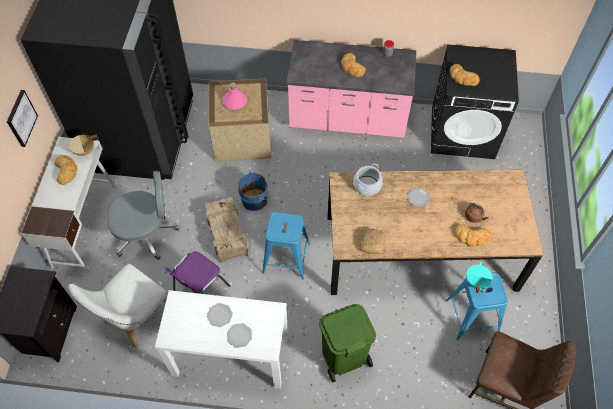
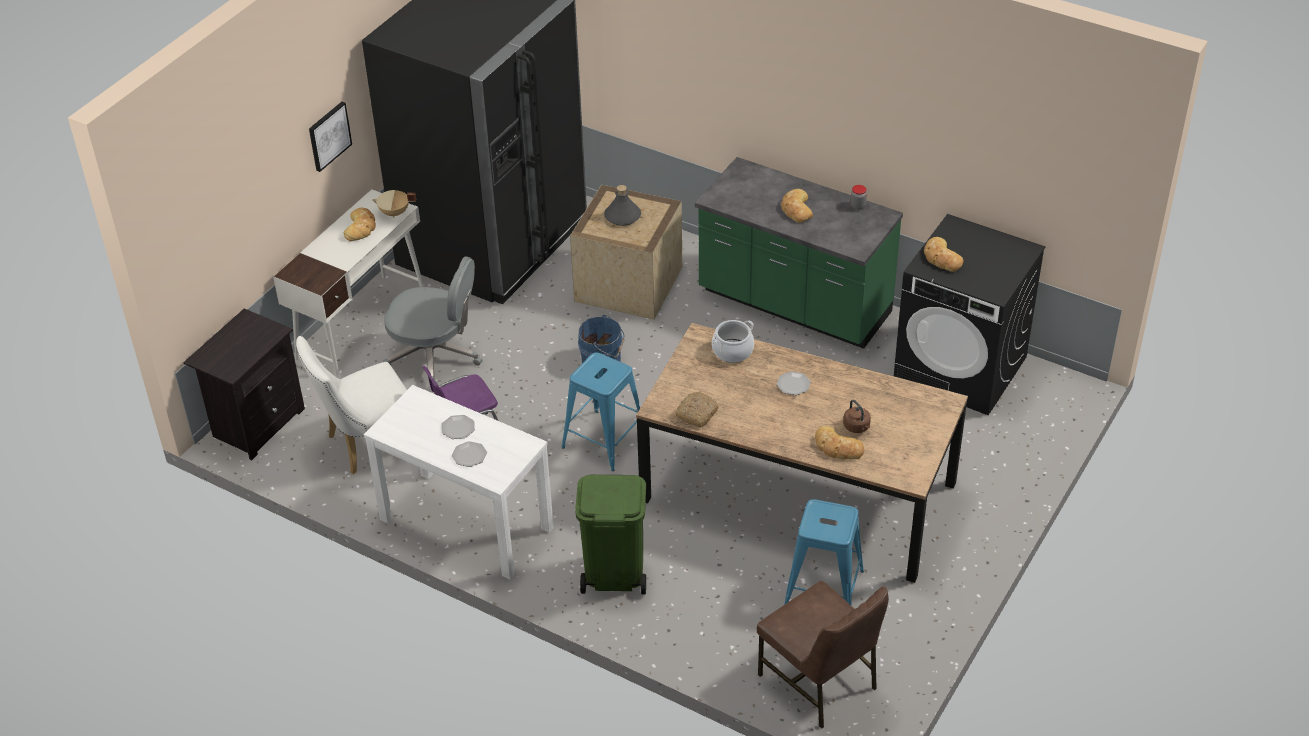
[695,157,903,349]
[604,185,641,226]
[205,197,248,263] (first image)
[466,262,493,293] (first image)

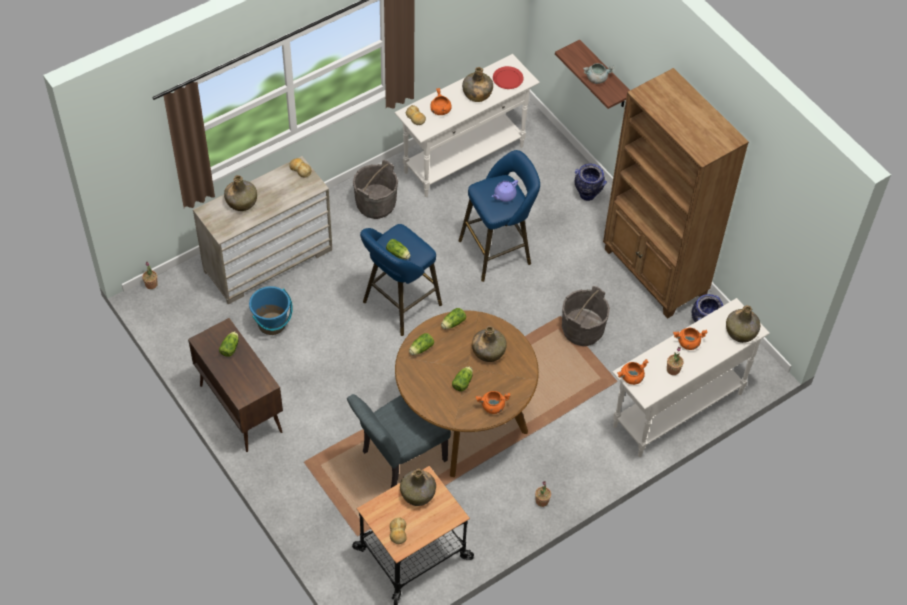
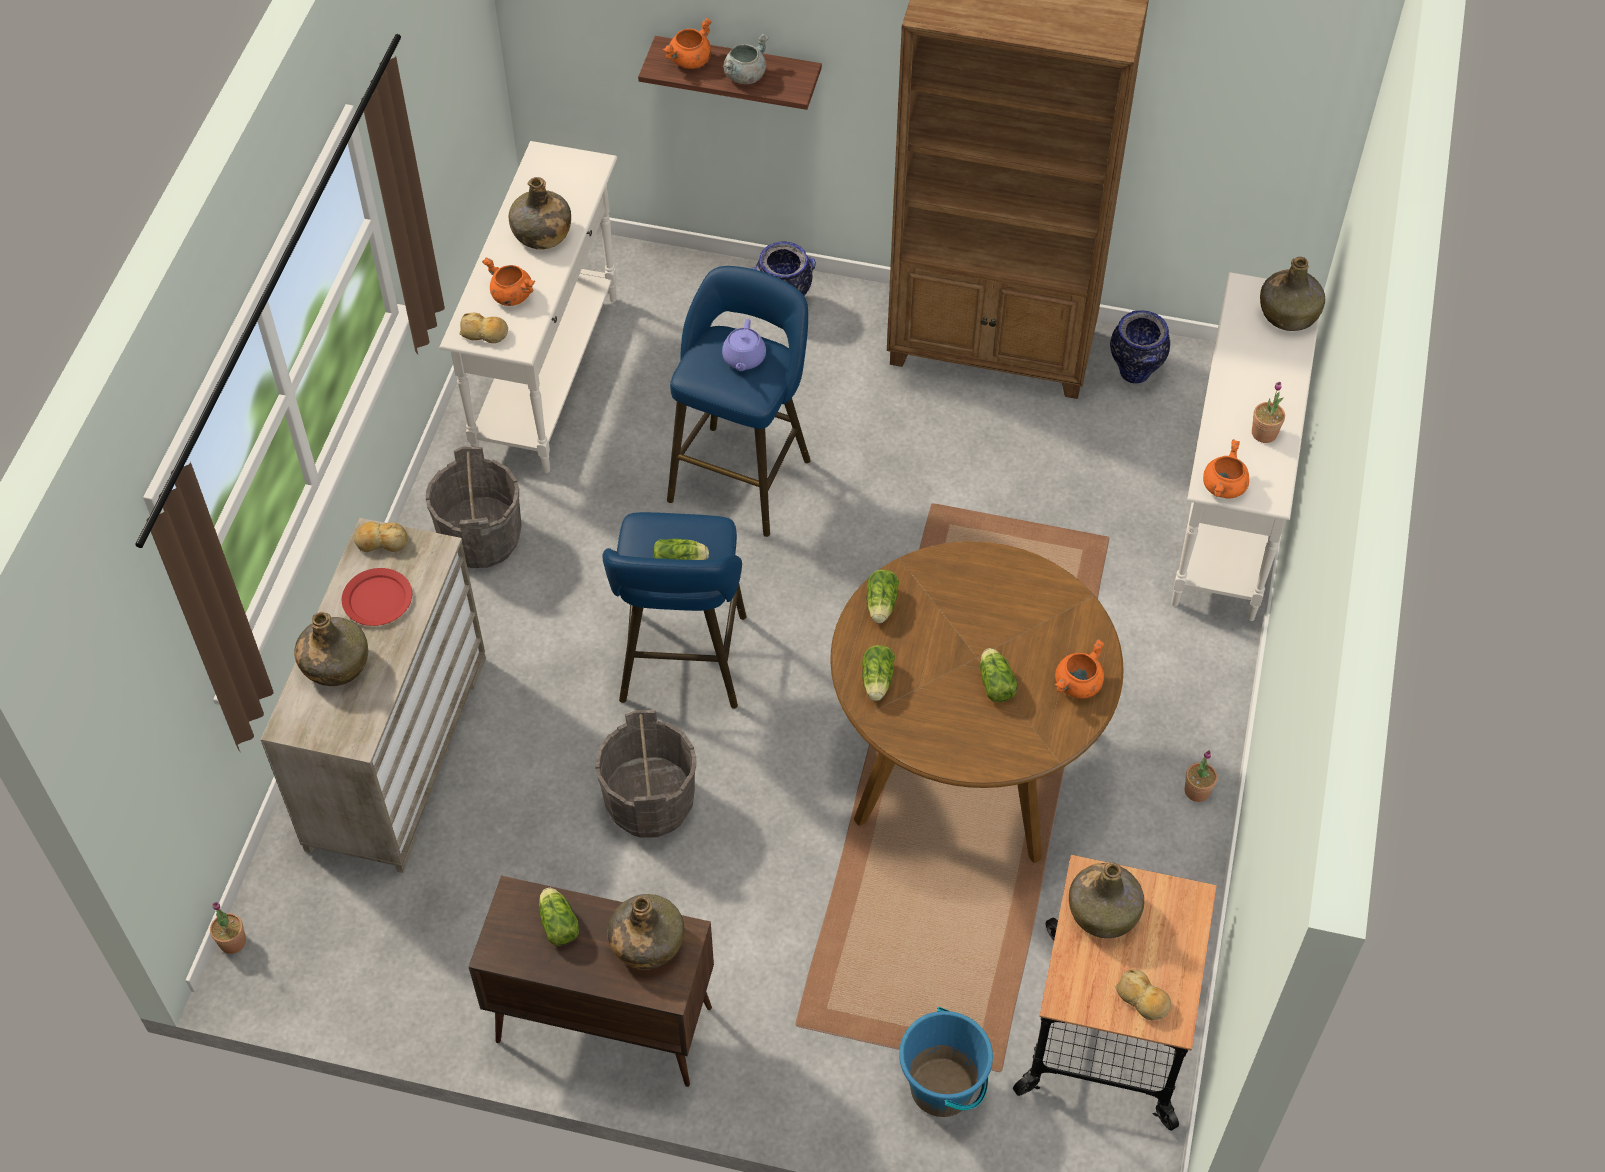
[342,568,412,626]
[899,1007,993,1117]
[595,710,696,838]
[607,894,684,969]
[662,18,712,69]
[347,394,451,488] (first image)

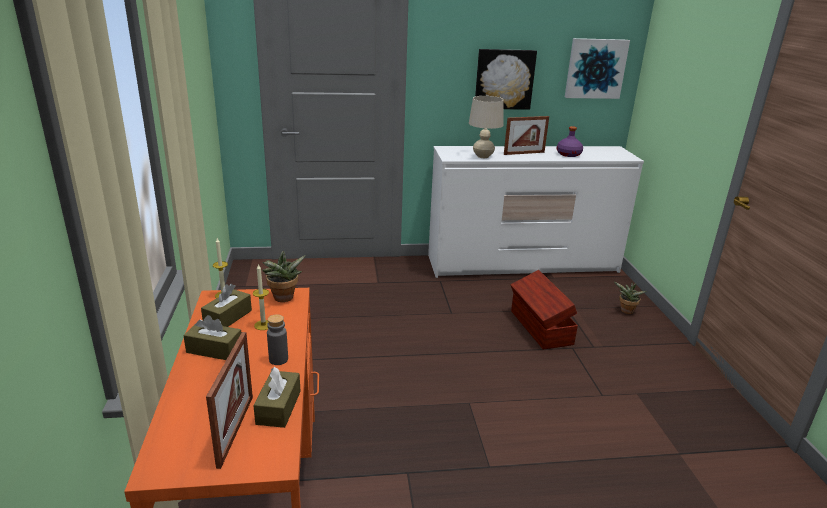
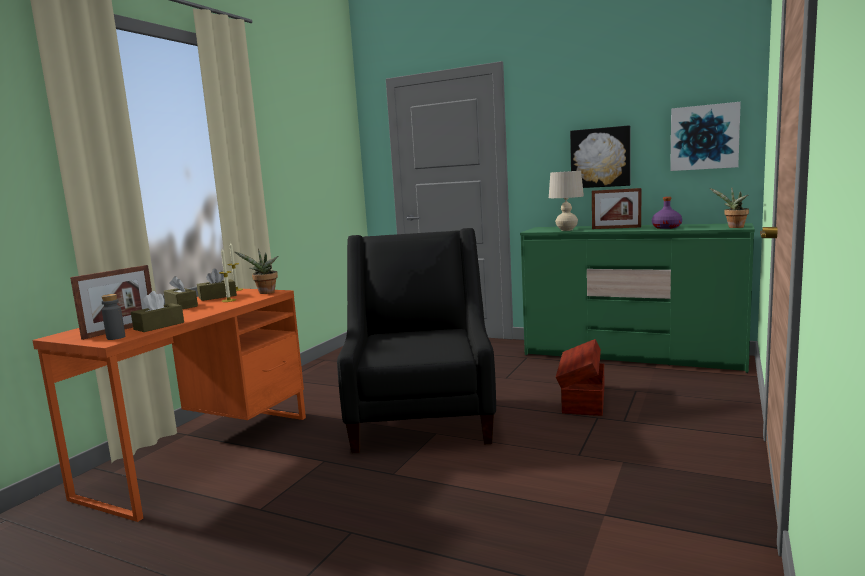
[520,223,755,373]
[710,188,749,228]
[101,294,125,340]
[337,228,496,453]

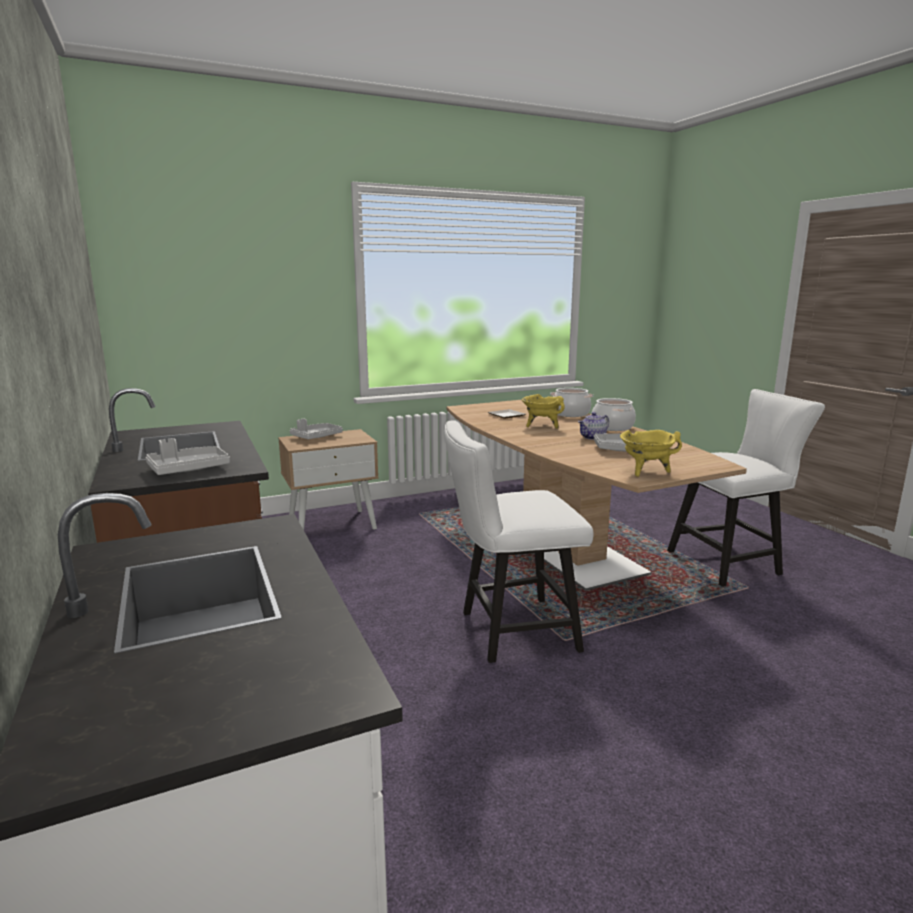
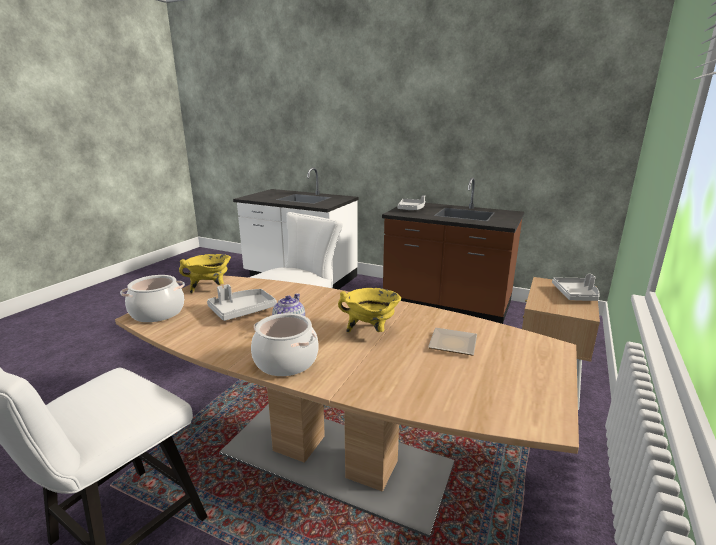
[120,275,185,322]

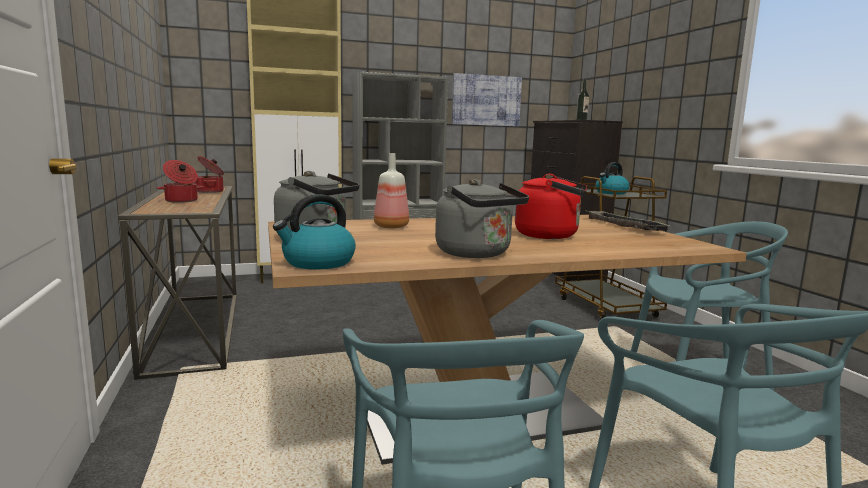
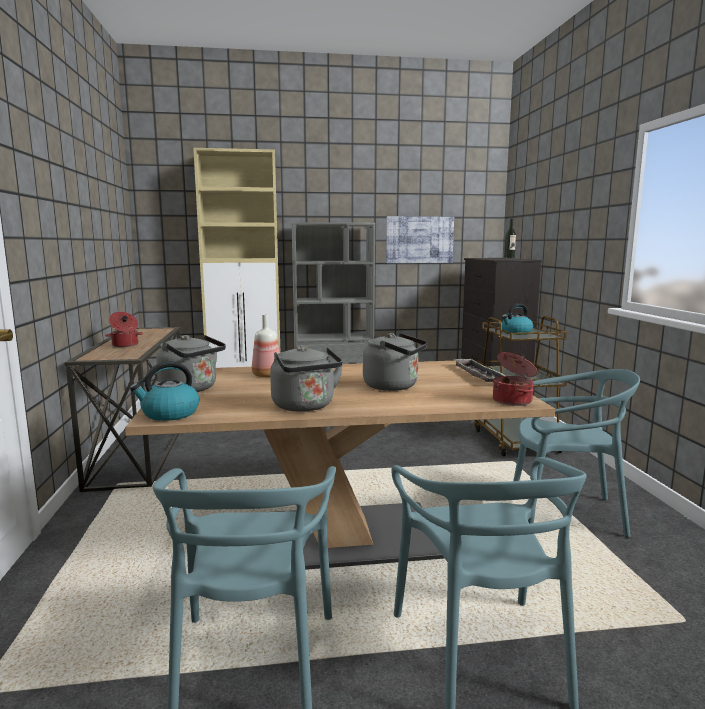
[493,352,538,406]
[363,333,428,391]

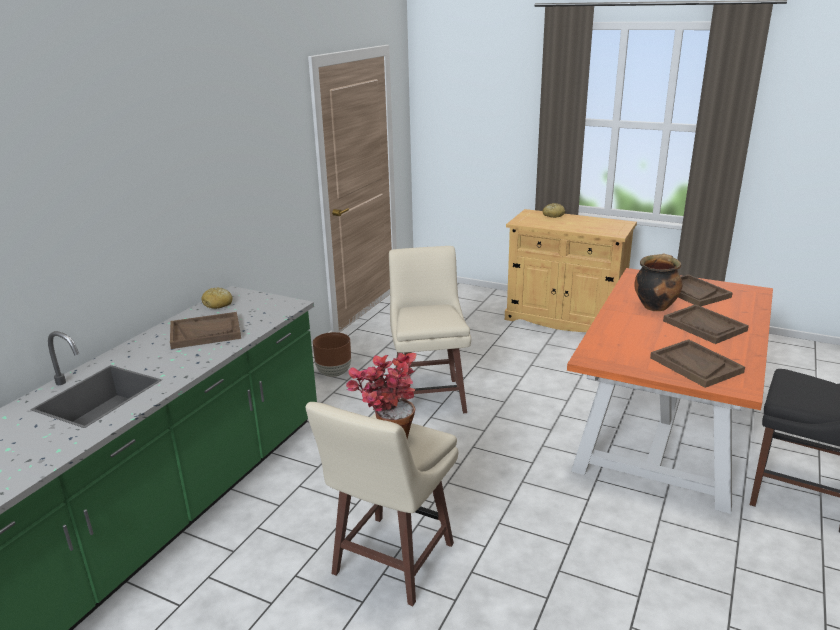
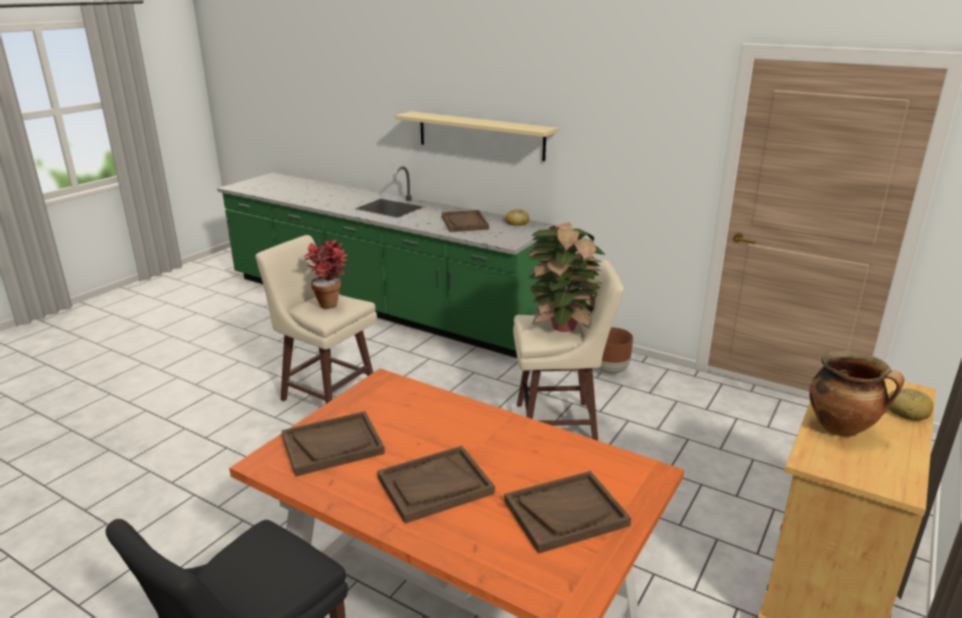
[809,350,904,437]
[395,111,558,161]
[527,222,605,332]

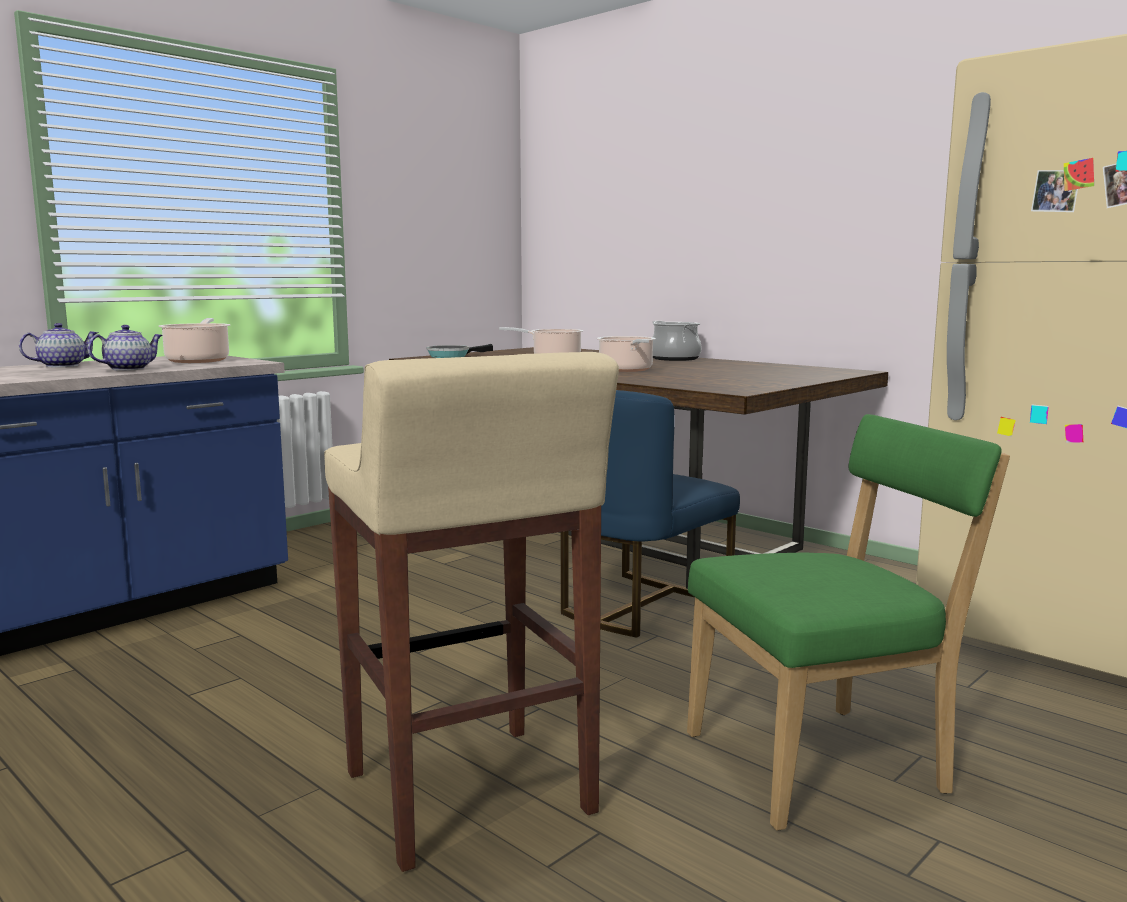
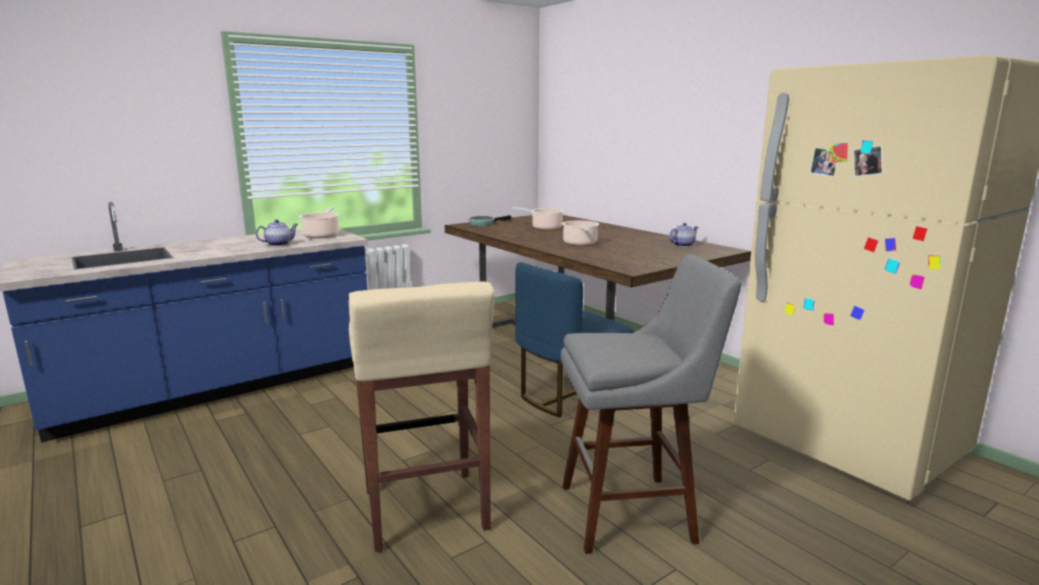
[653,321,702,361] (first image)
[669,223,698,247]
[561,254,742,554]

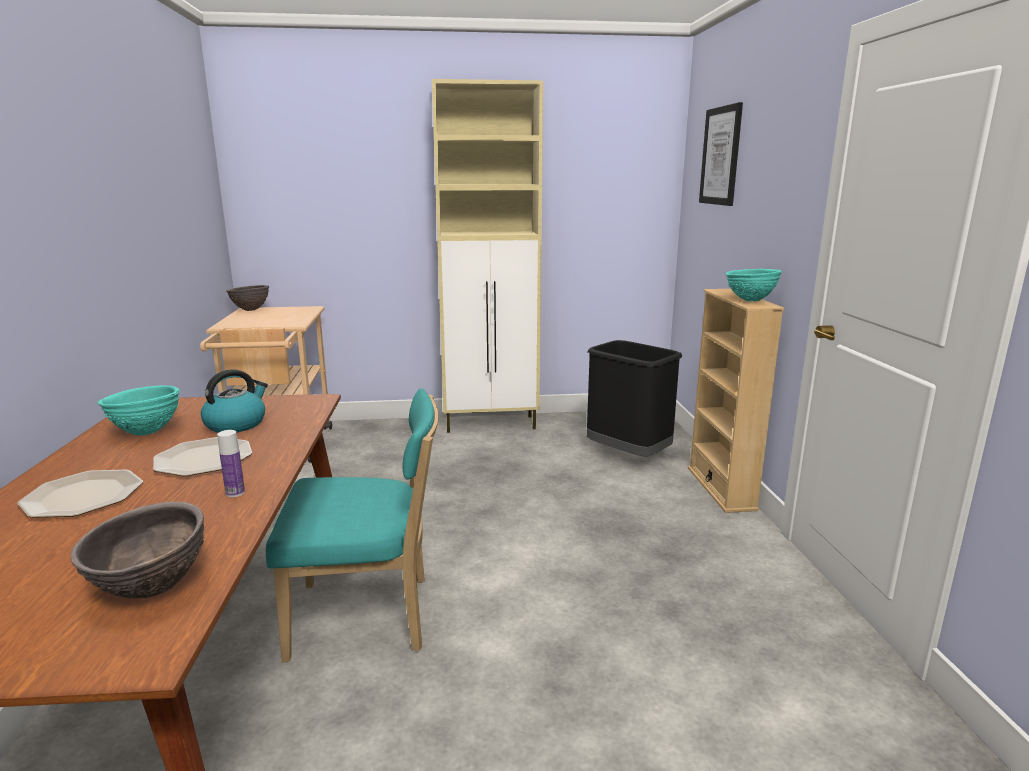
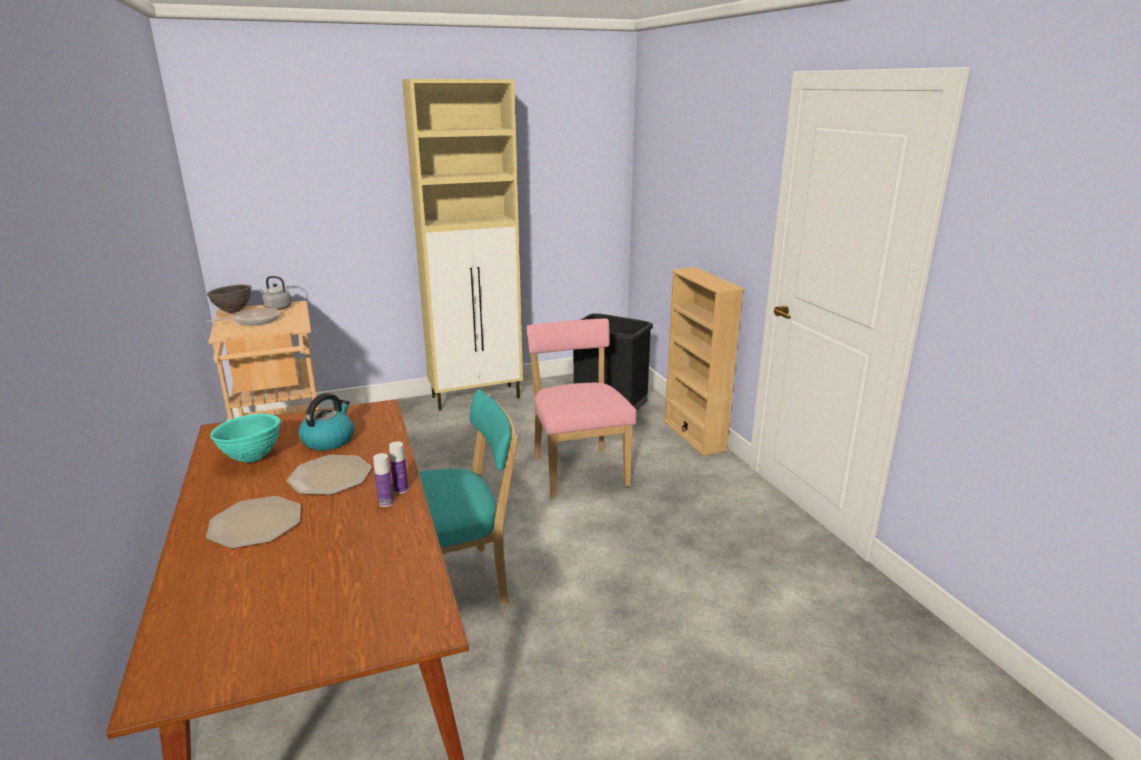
[699,102,743,206] (first image)
[725,269,782,302] (first image)
[71,502,204,598] (first image)
[259,276,292,310]
[207,308,280,326]
[527,319,637,498]
[389,441,408,494]

